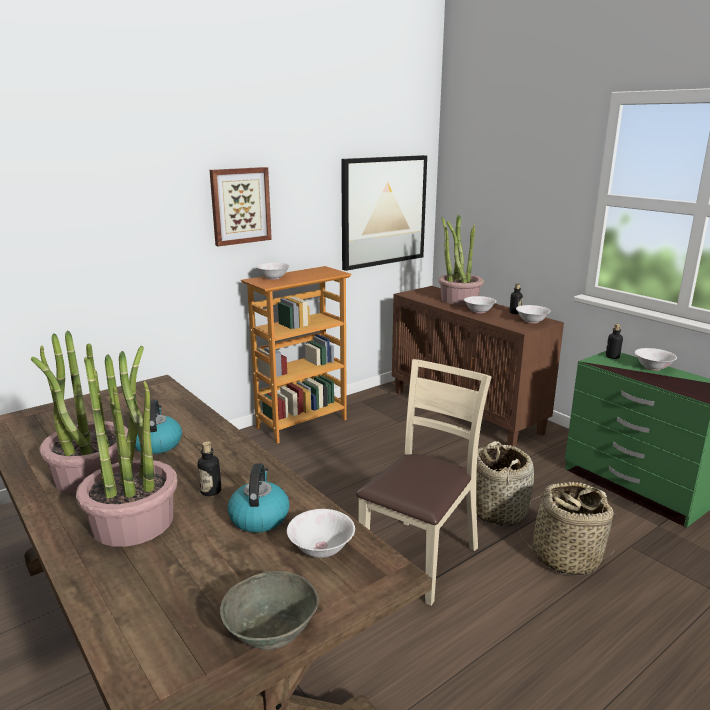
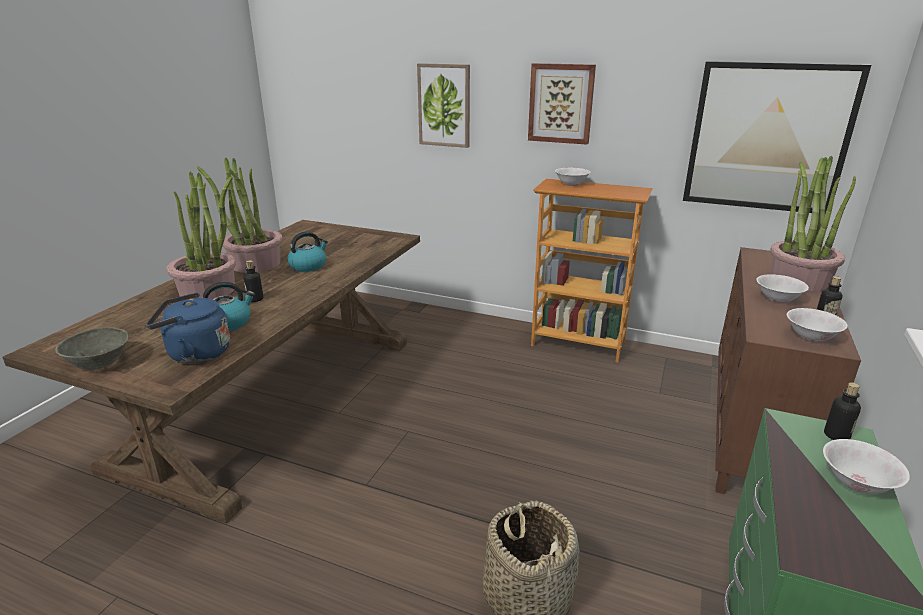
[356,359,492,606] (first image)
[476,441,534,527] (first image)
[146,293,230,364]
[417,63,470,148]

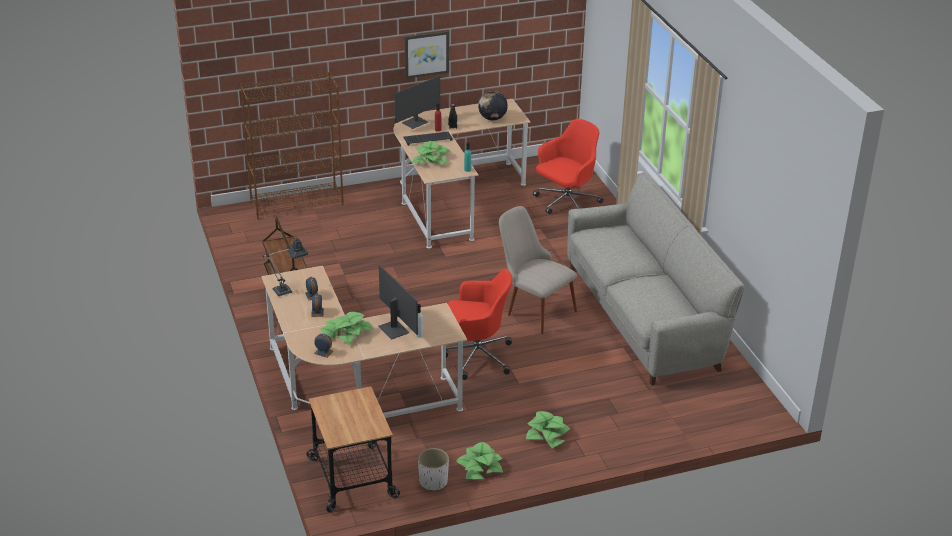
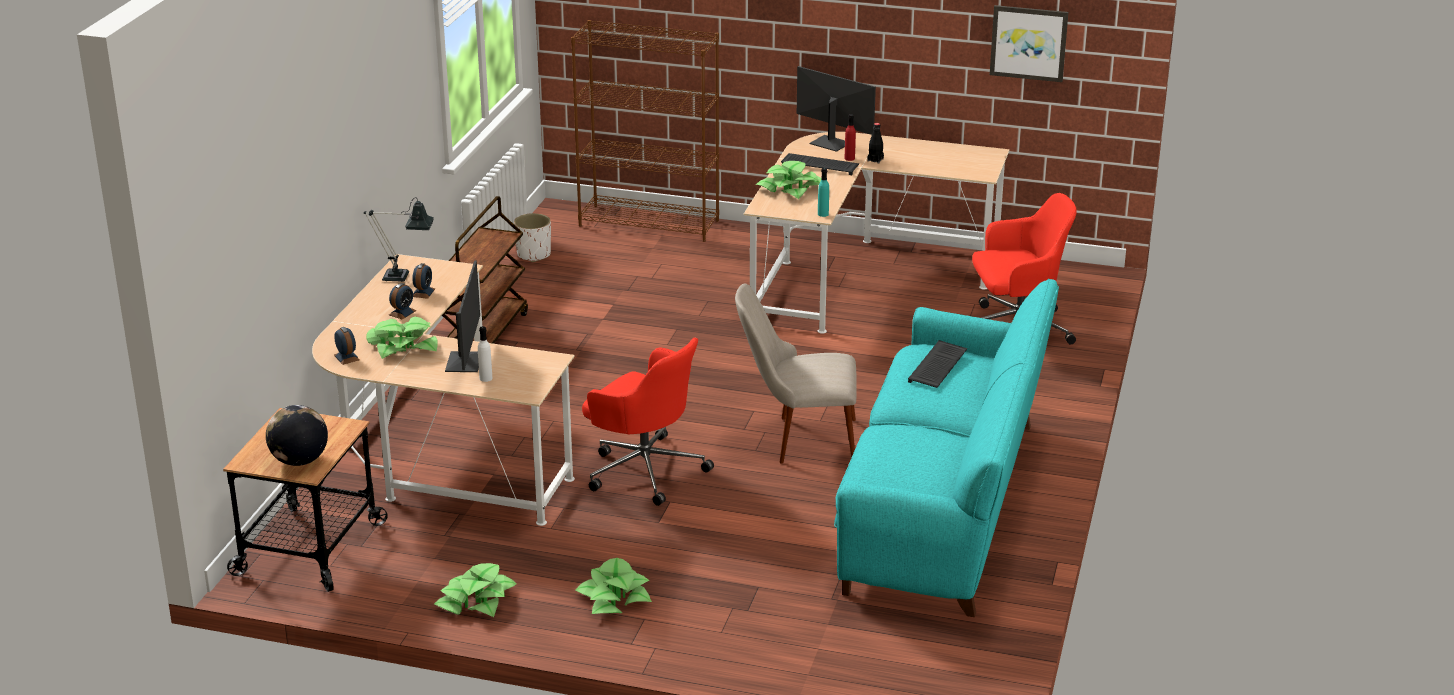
[990,5,1068,82]
[797,66,876,152]
[266,405,328,466]
[834,279,1059,617]
[735,283,857,464]
[514,213,551,262]
[908,340,967,388]

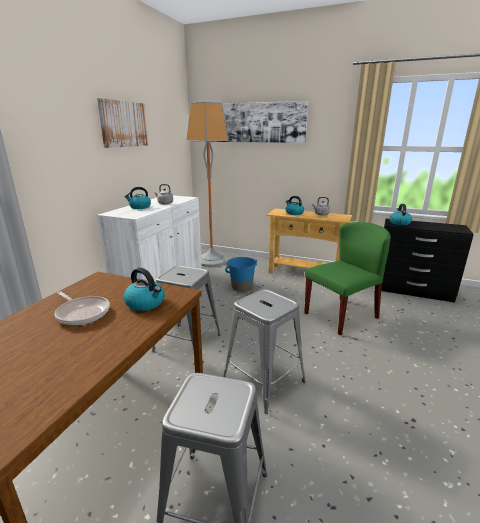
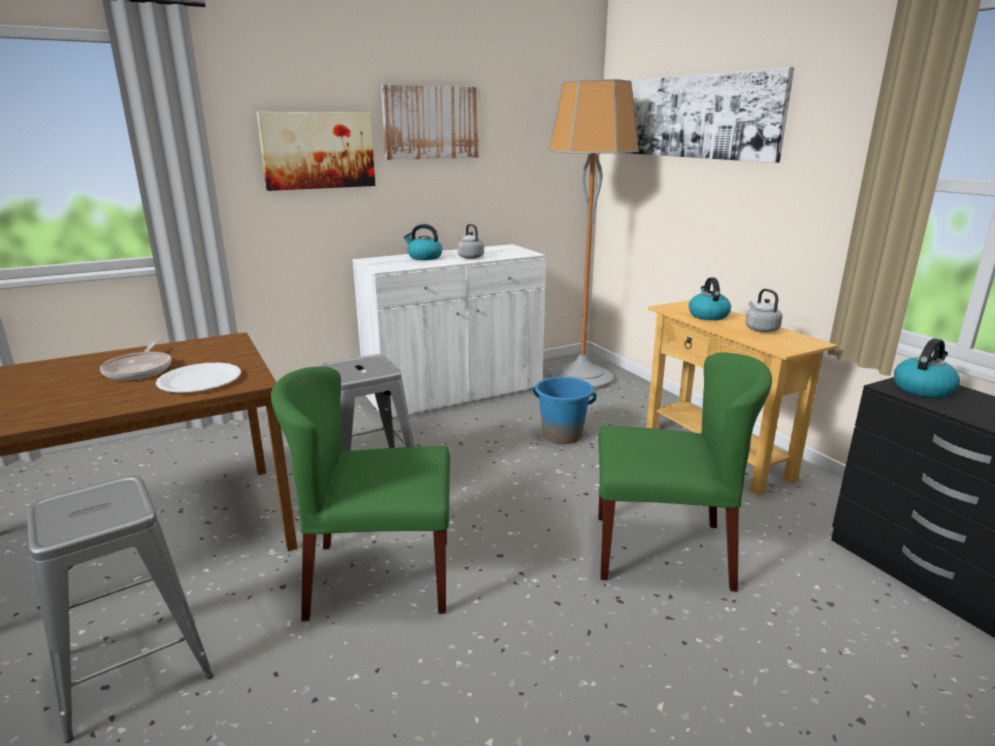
[156,363,241,393]
[271,366,450,621]
[257,112,375,191]

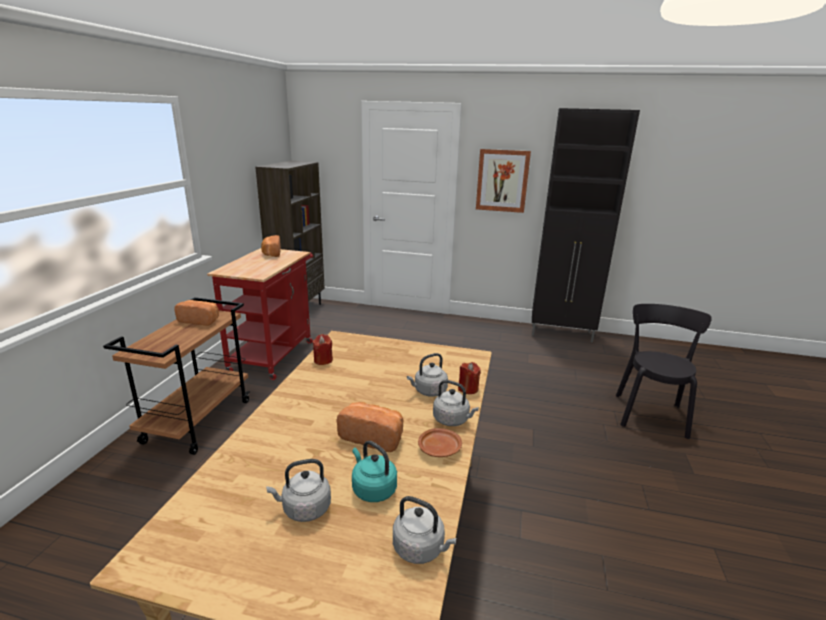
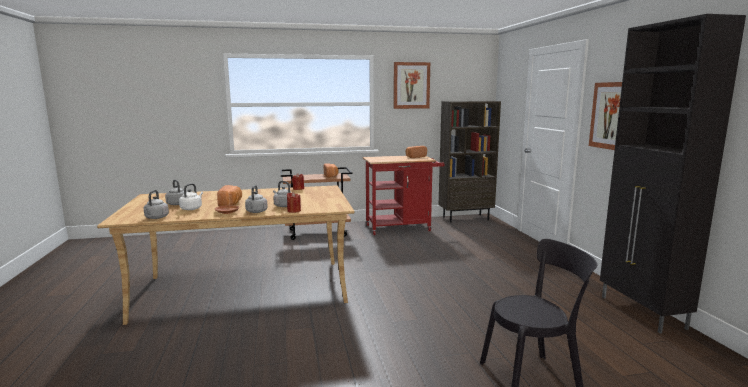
[179,183,203,210]
[393,62,430,109]

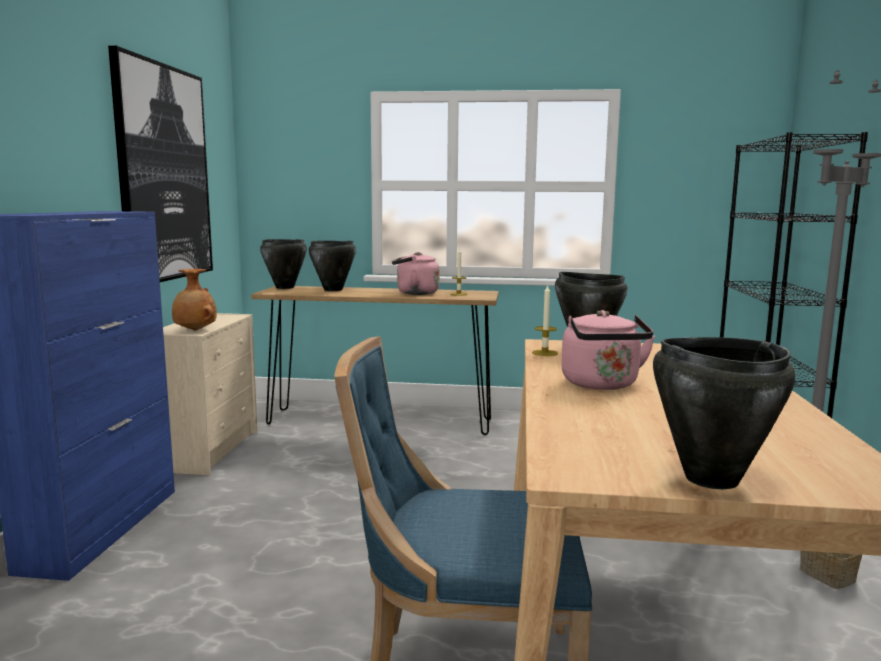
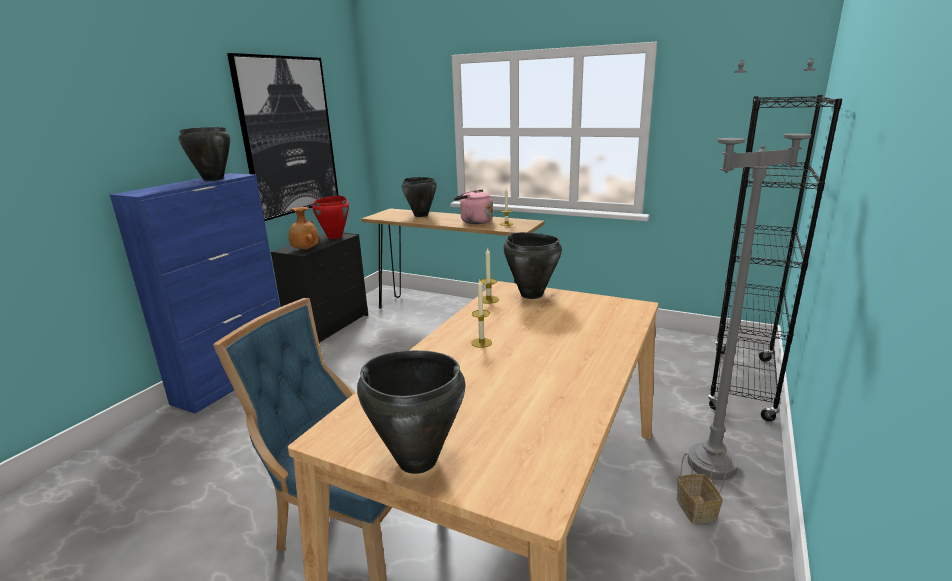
[179,127,230,181]
[471,280,492,348]
[271,232,368,343]
[313,196,349,239]

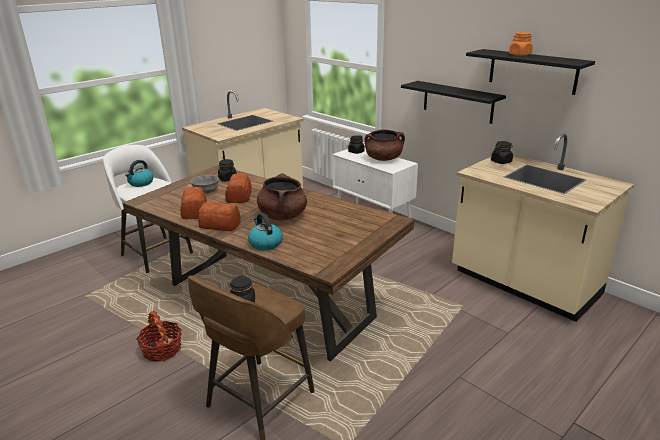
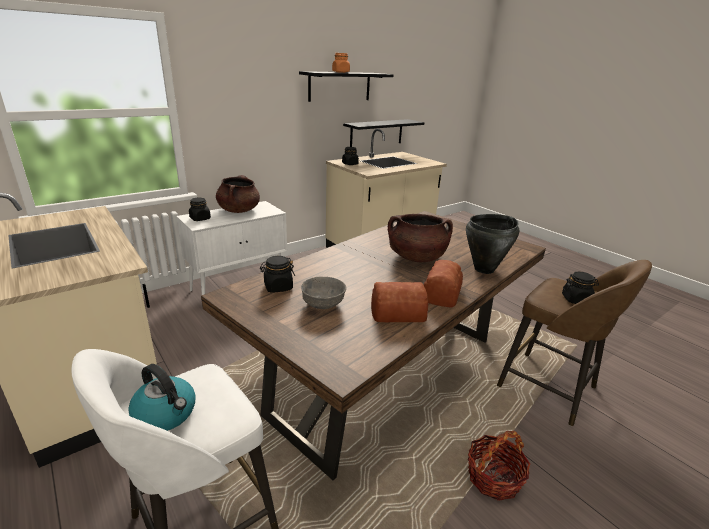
[343,119,424,147]
[225,173,252,203] (first image)
[466,214,519,274]

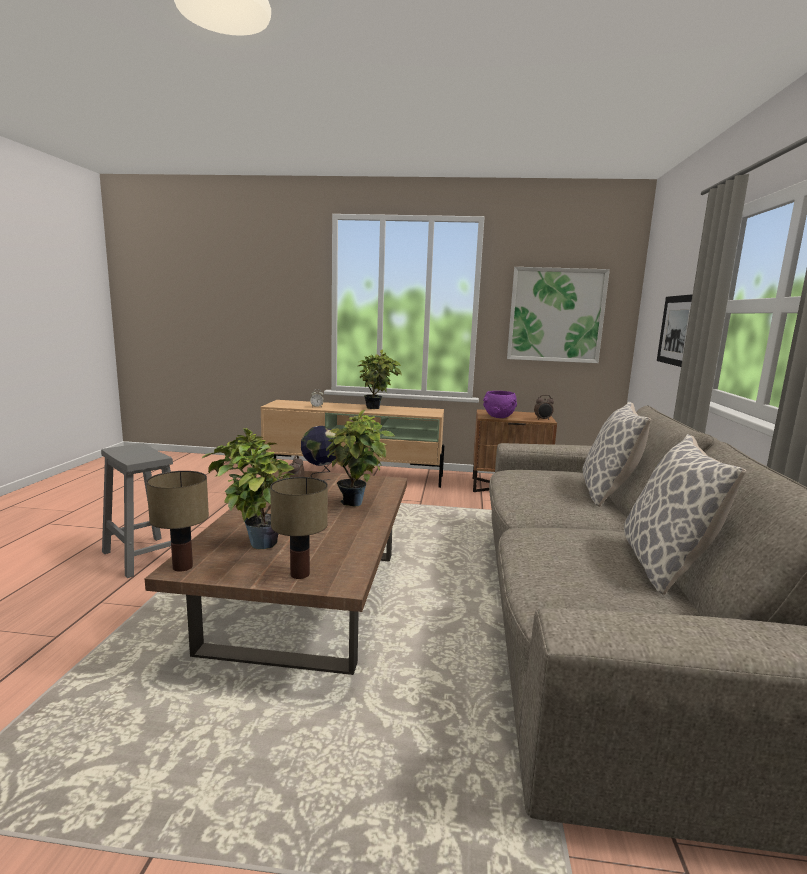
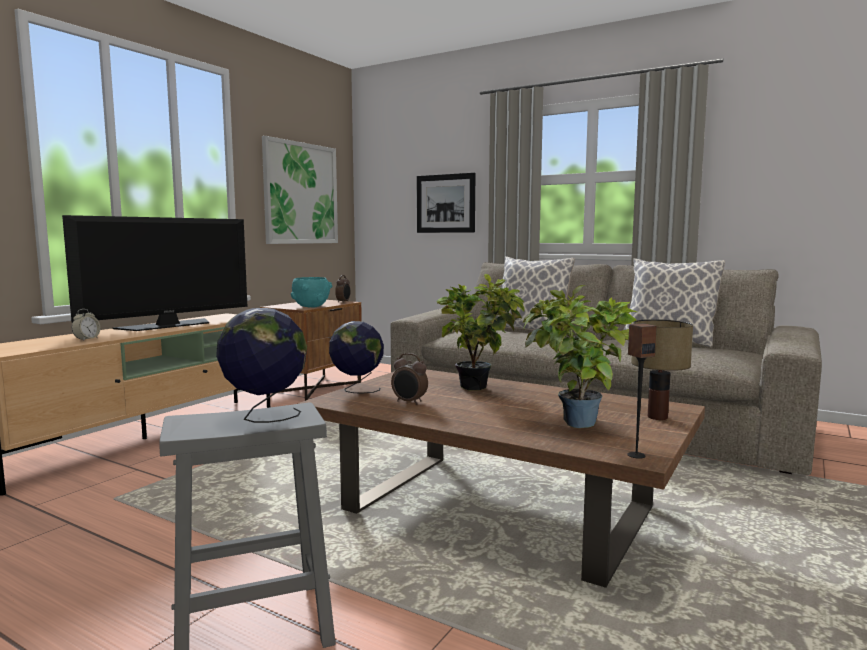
[62,215,247,331]
[291,277,332,307]
[627,323,657,459]
[216,308,307,423]

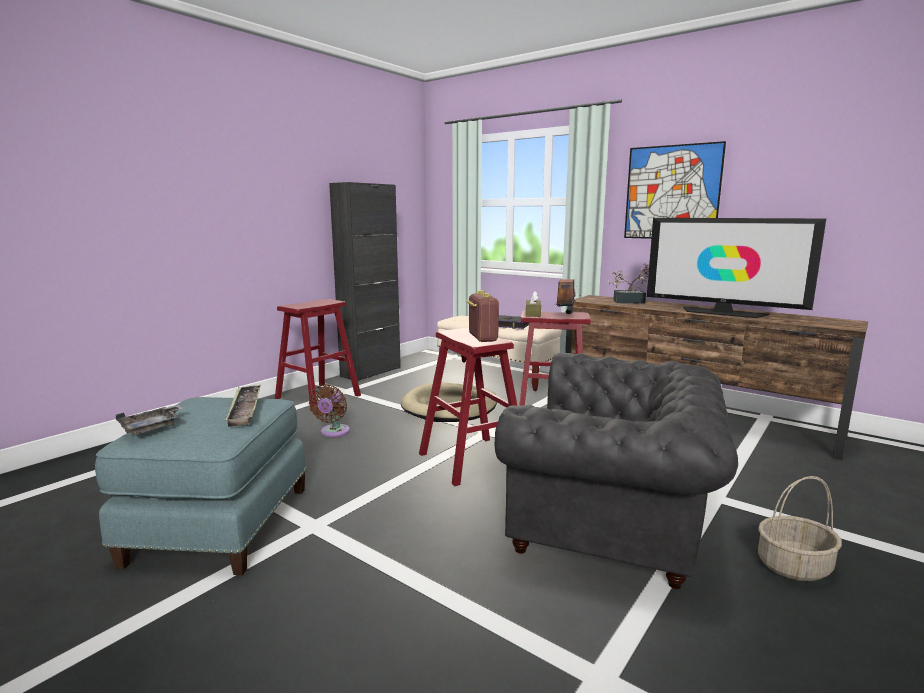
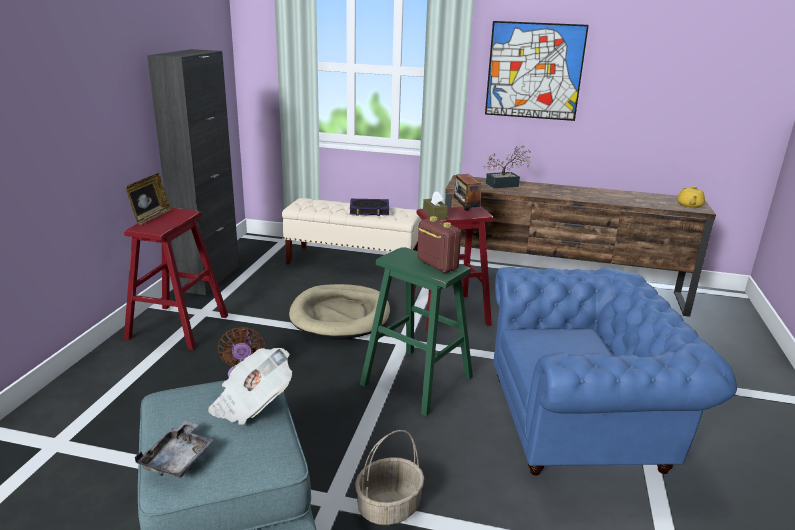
[647,218,826,318] (first image)
[360,247,473,416]
[493,267,737,475]
[208,348,292,425]
[355,430,424,525]
[126,173,172,225]
[677,186,705,208]

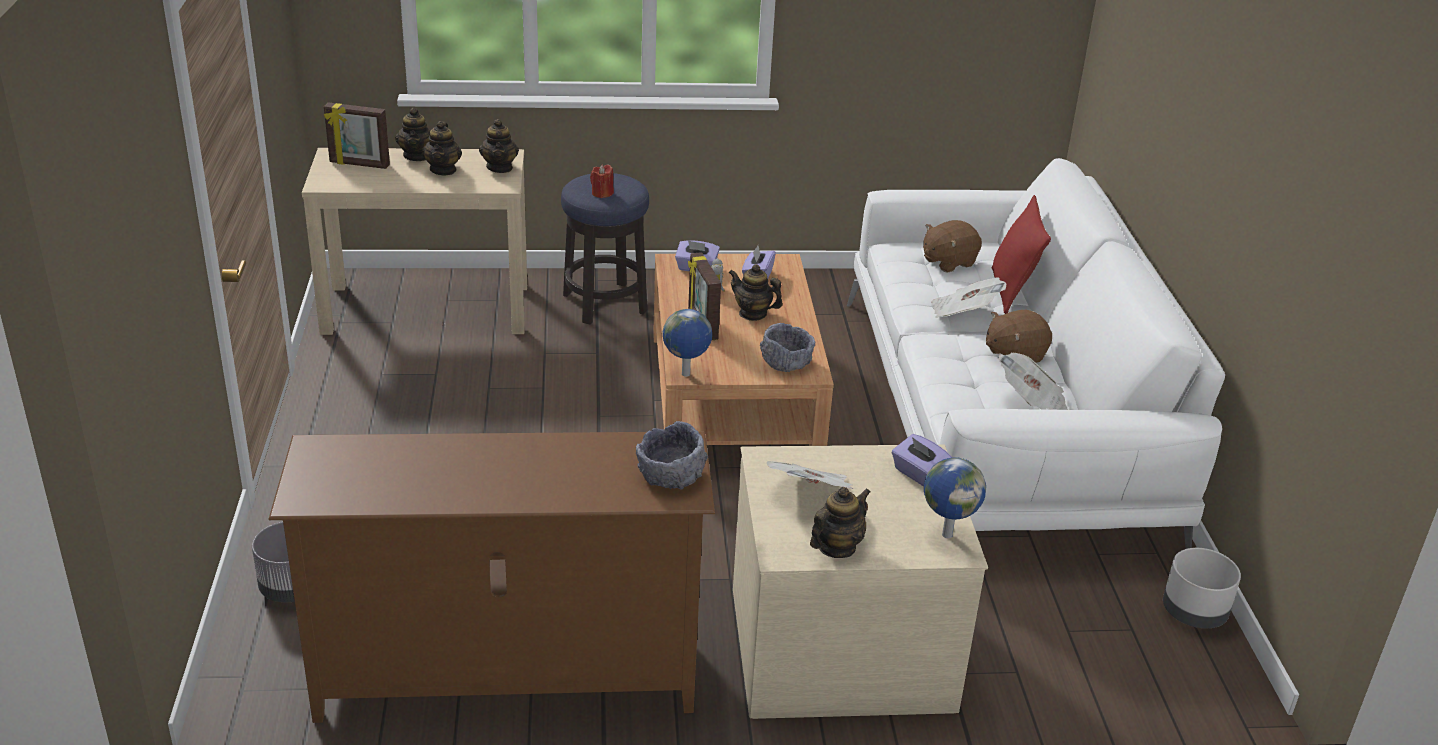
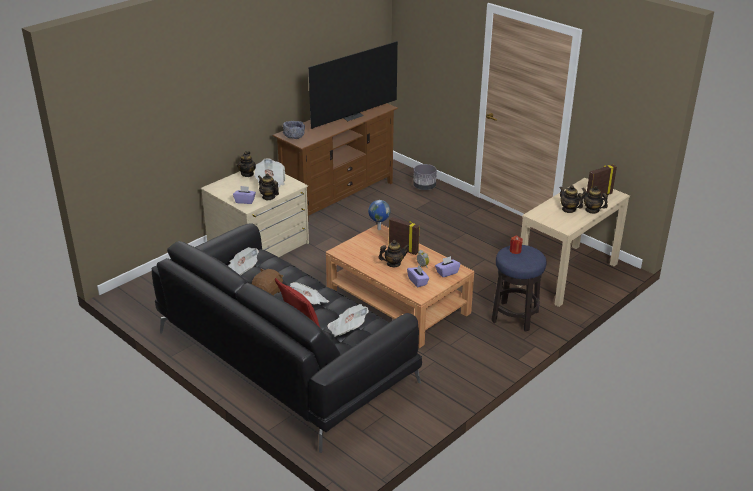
[258,174,279,200]
[152,223,422,453]
[327,304,369,337]
[760,323,815,372] (first image)
[924,457,986,538] (first image)
[1163,548,1241,628] (first image)
[309,41,398,129]

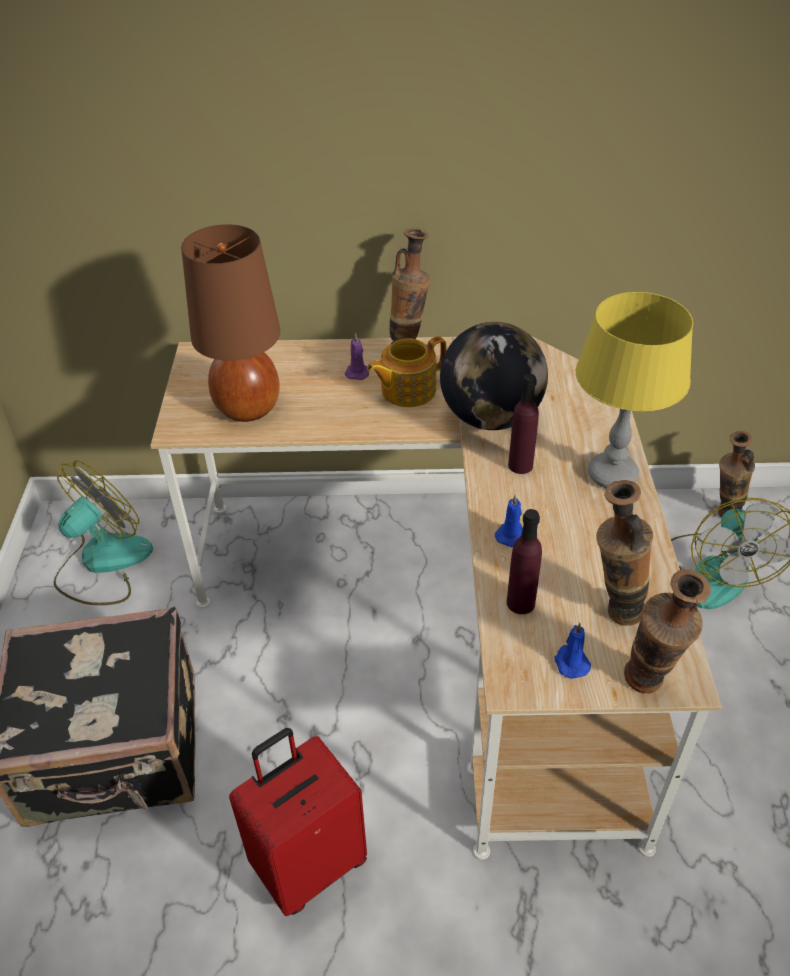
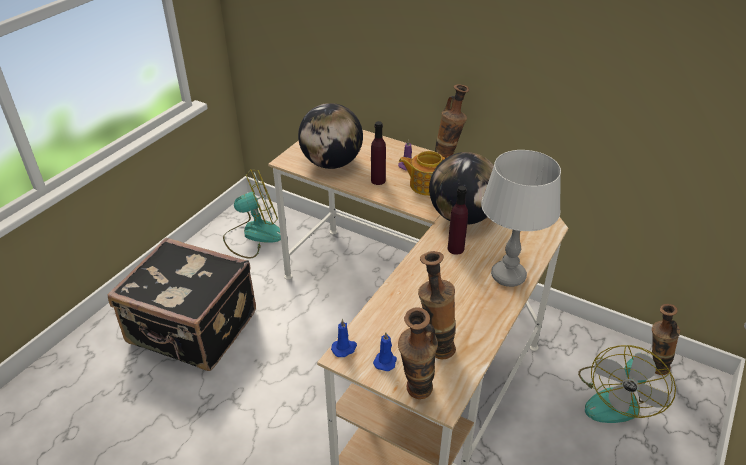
[298,103,363,169]
[481,150,561,287]
[331,319,357,357]
[371,121,386,185]
[229,728,367,916] (first image)

